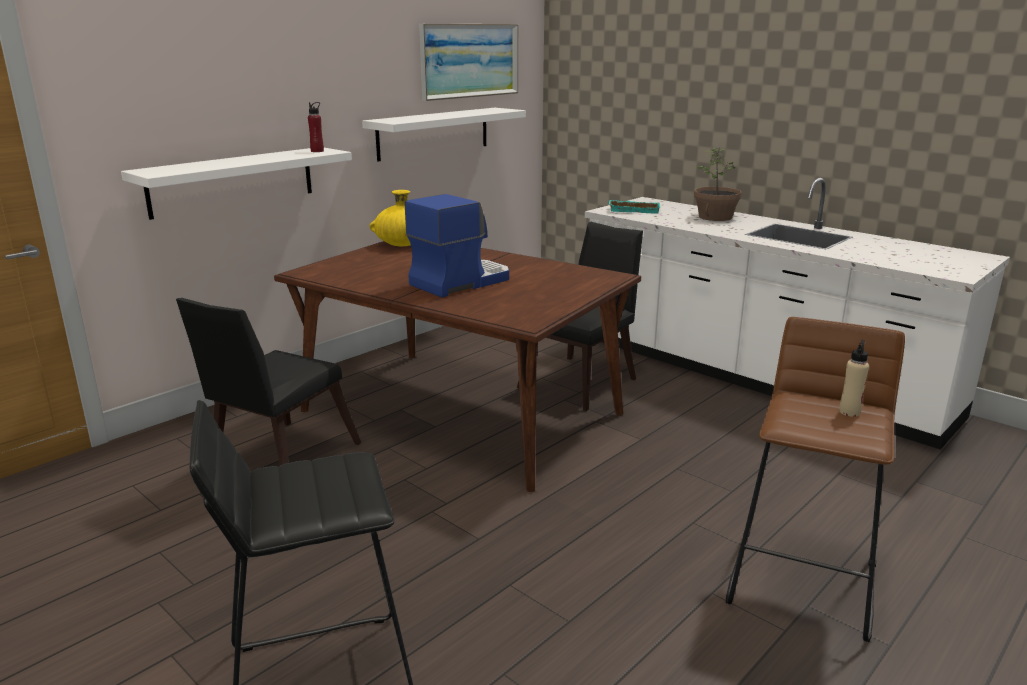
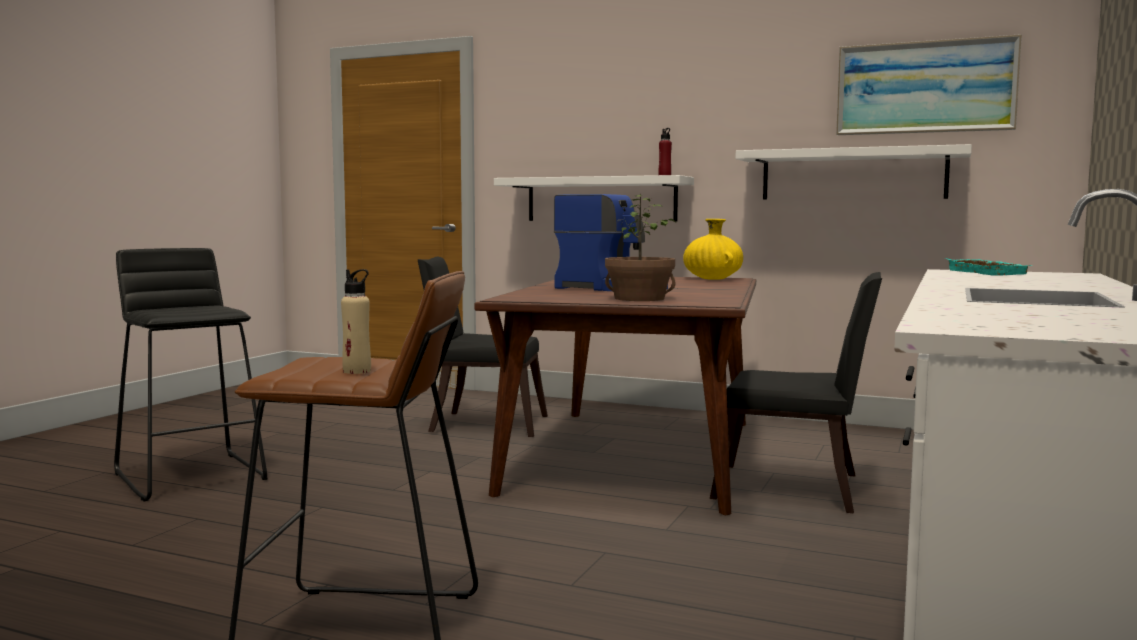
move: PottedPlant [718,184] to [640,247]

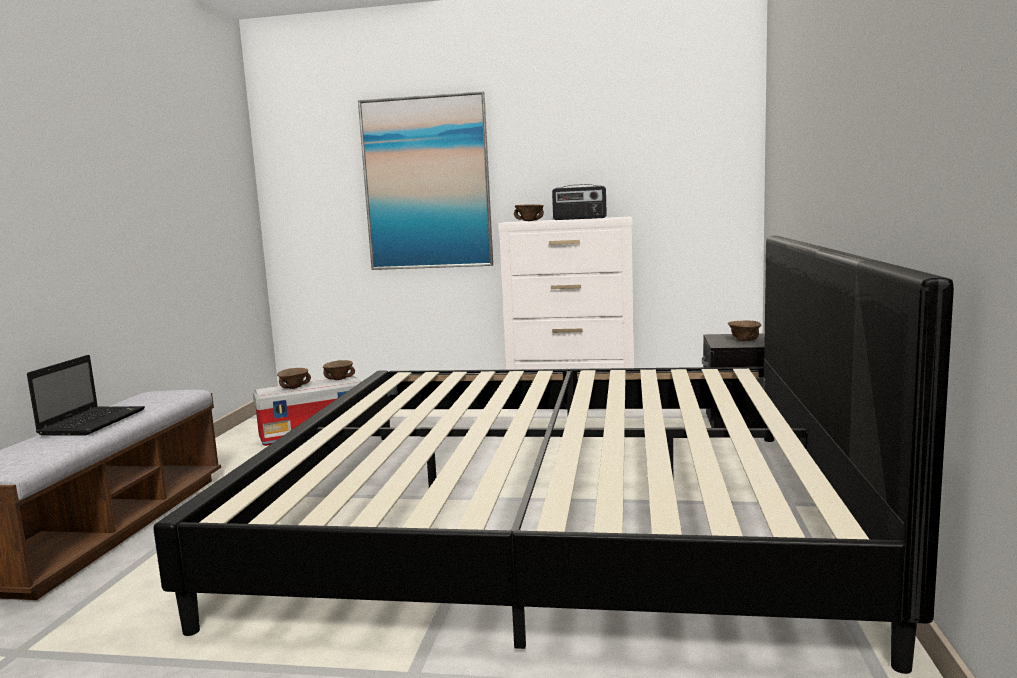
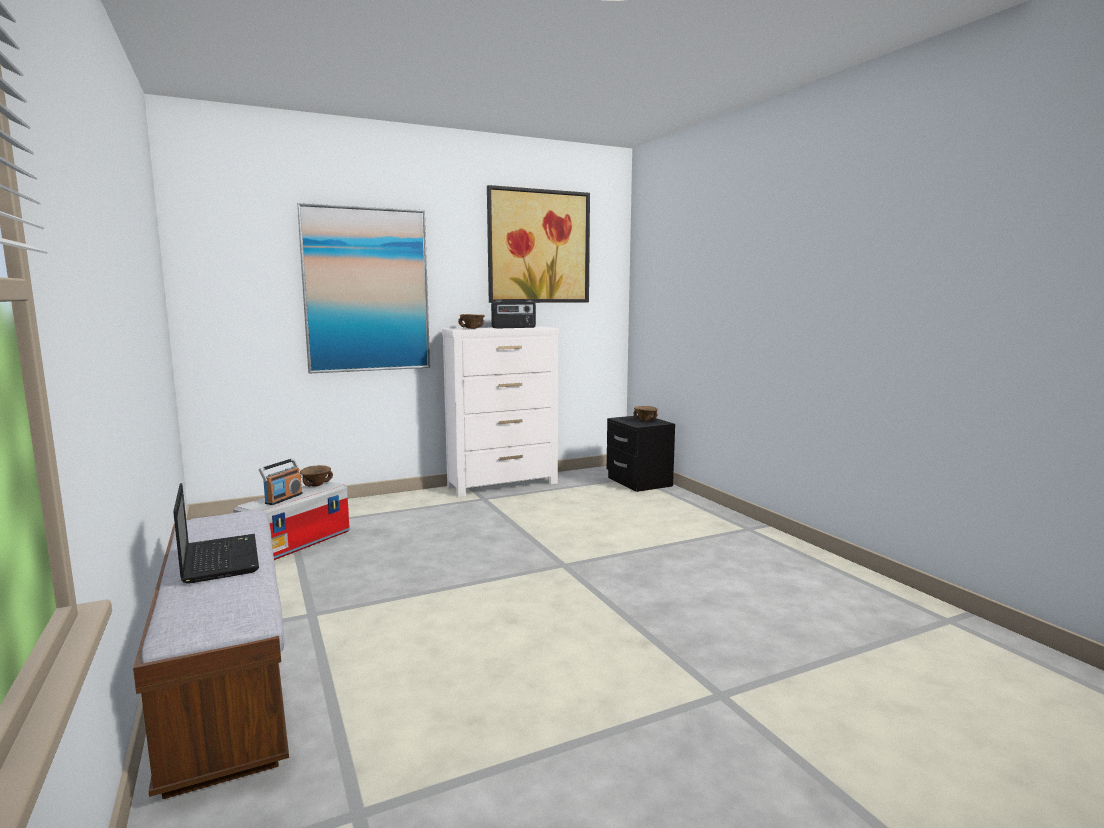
delete: SleepingBed [553,455]
insert: WallArt [538,244]
replace: BrownishDeepDish [294,378] to RadioSet [281,481]

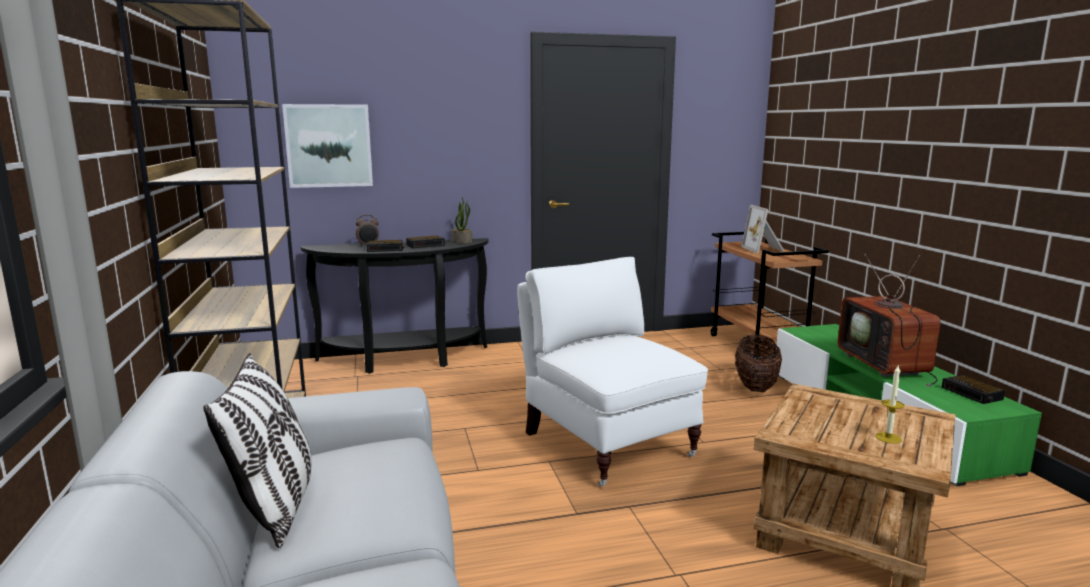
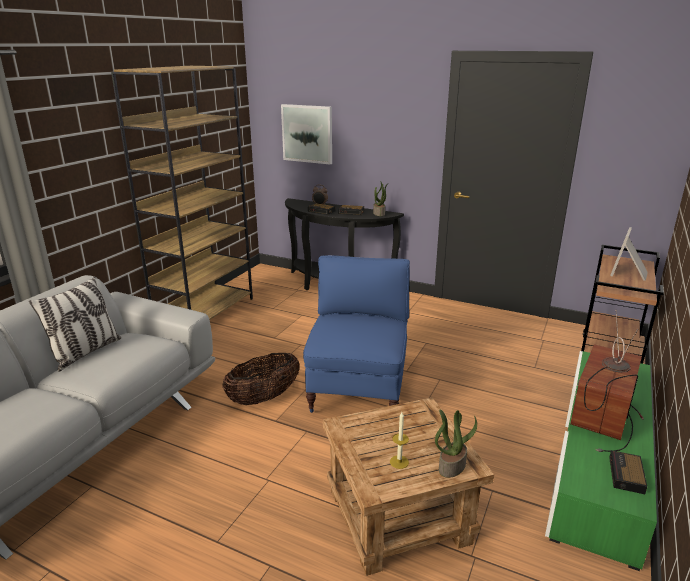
insert: PottedPlant [456,444]
move: StorageBasket [758,363] to [261,379]
recolor: WhitishArmchair [612,371] to BlueColouredArmchair [356,334]

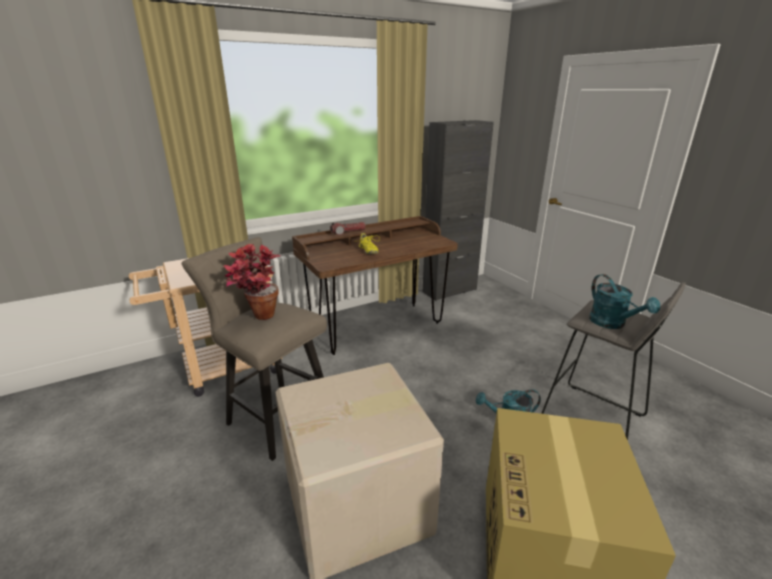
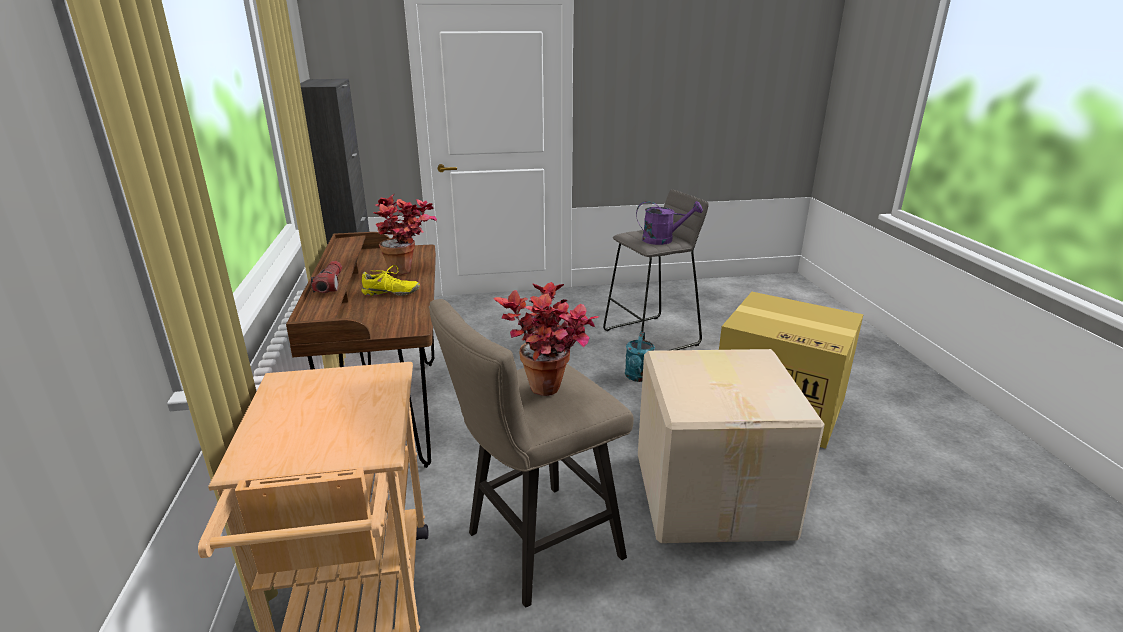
insert: PottedPlant [405,234]
recolor: TurquoiseSprinklingCan [624,301] to PurpleColouredSprinklingCan [669,223]

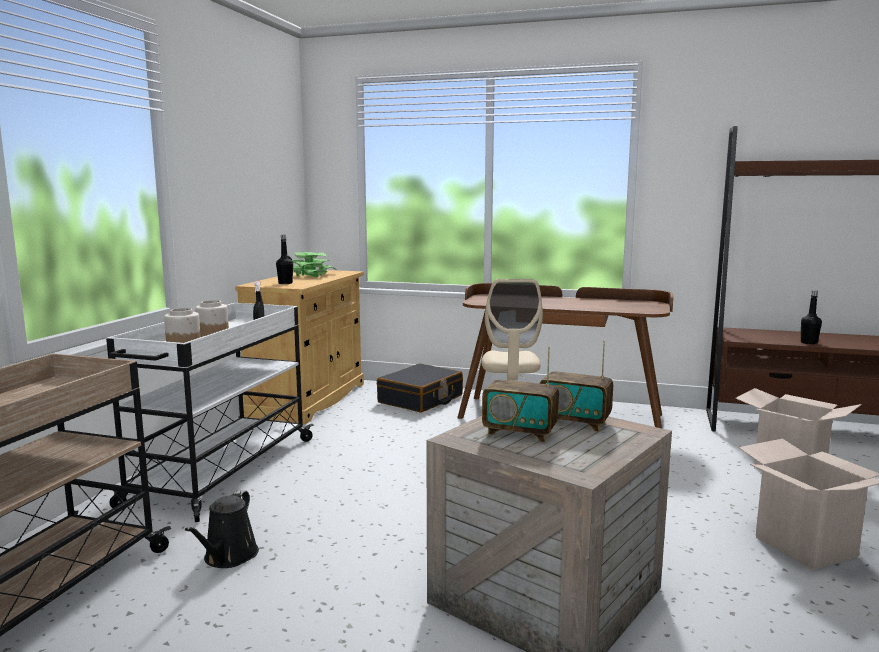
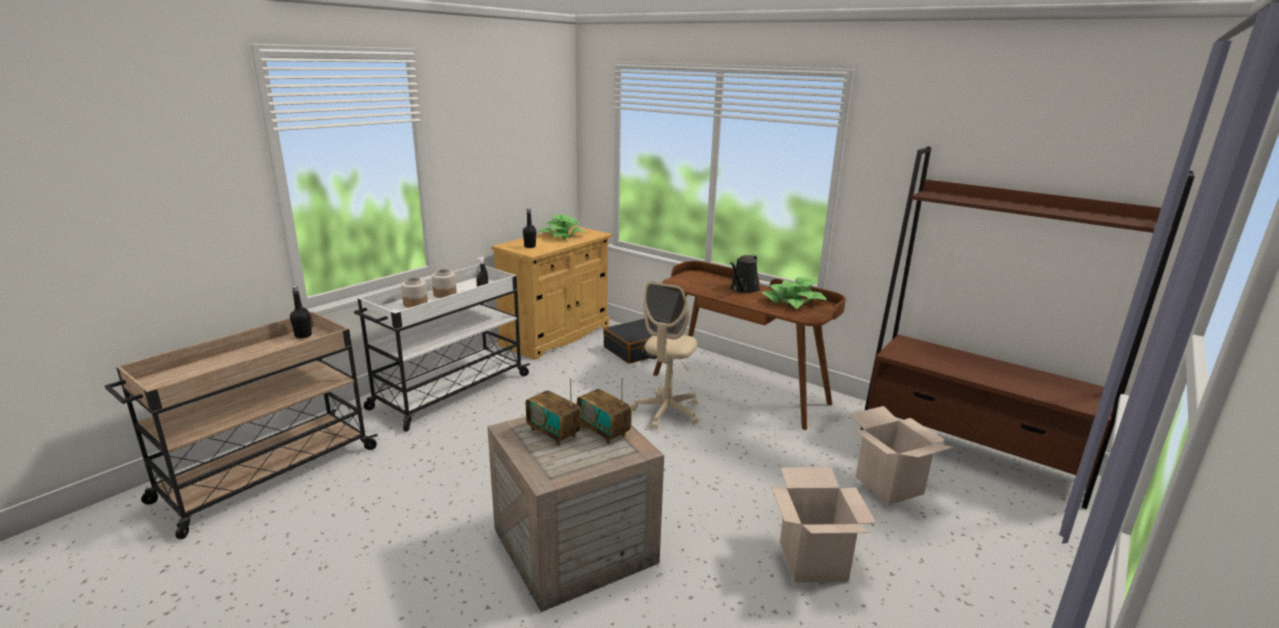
insert: PottedPlant [794,293]
move: BlackDrinkBottle [811,317] to [301,312]; BlackSprinklingCan [222,529] to [745,274]

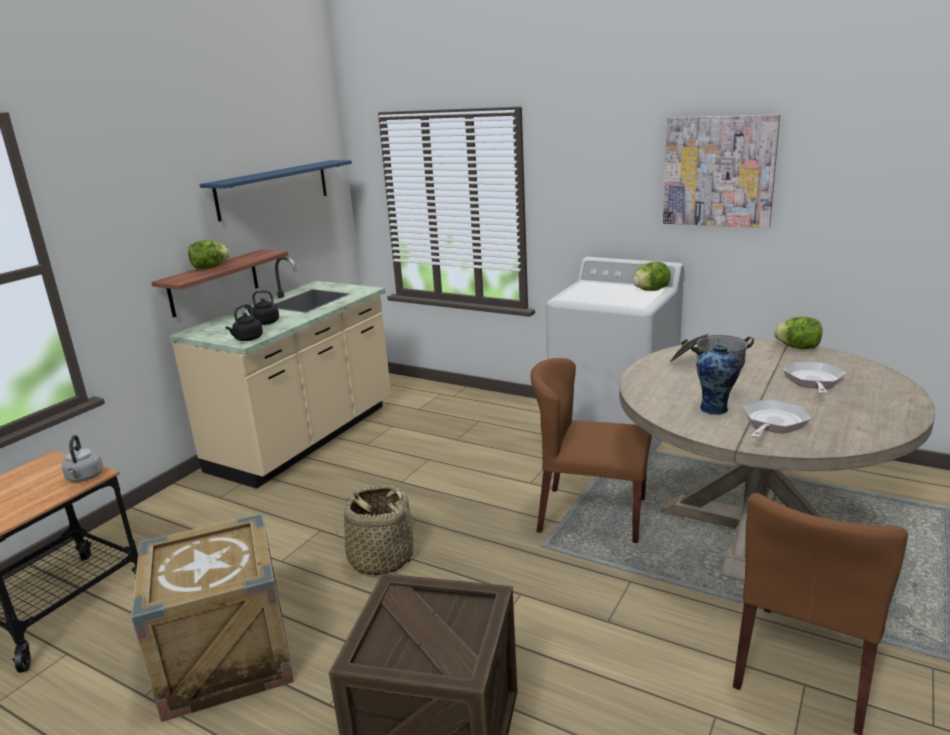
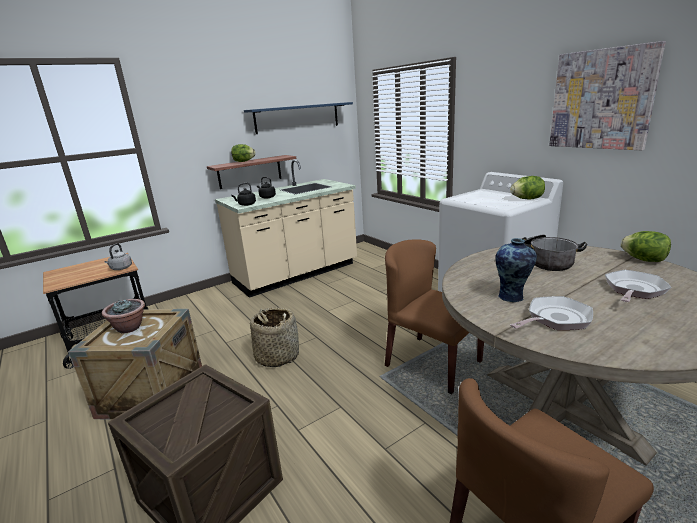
insert: PottedPlant [123,316]

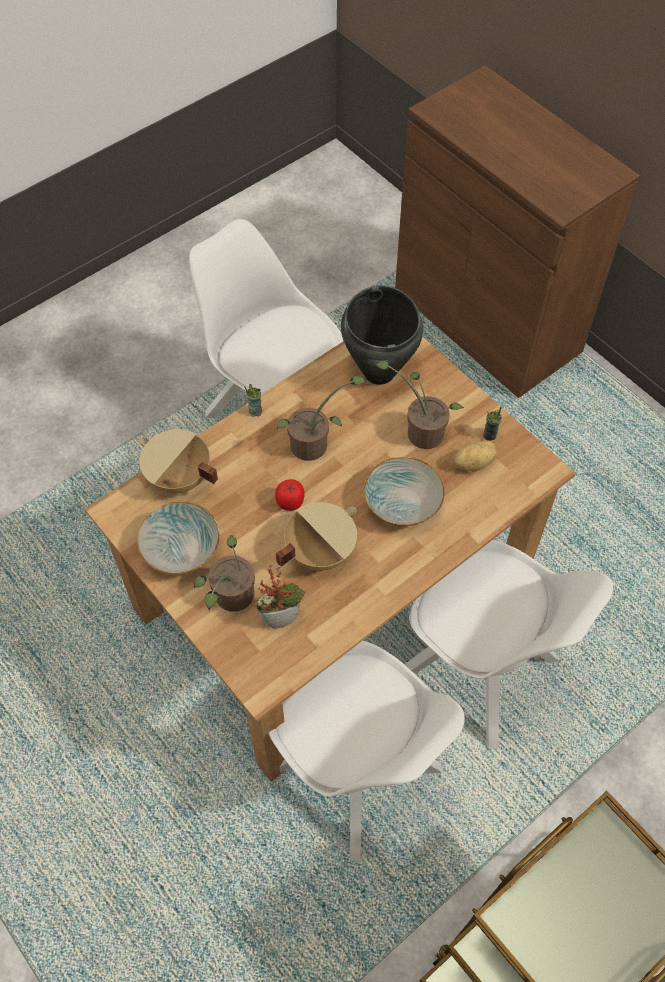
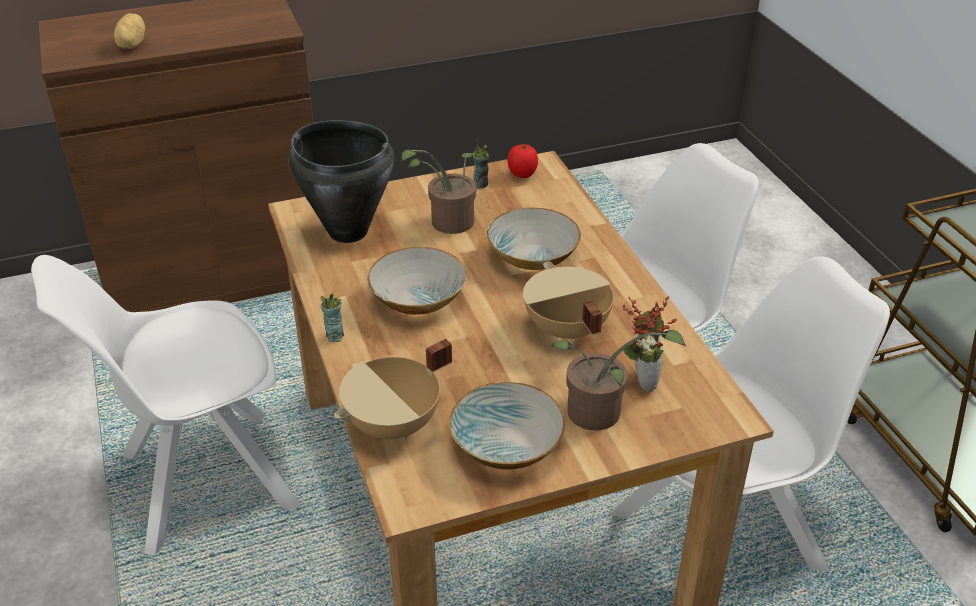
move: WholePotato [475,456] to [129,31]; FreshTomato [290,495] to [522,161]
replace: PottedPlant [322,418] to DeepDish [416,281]

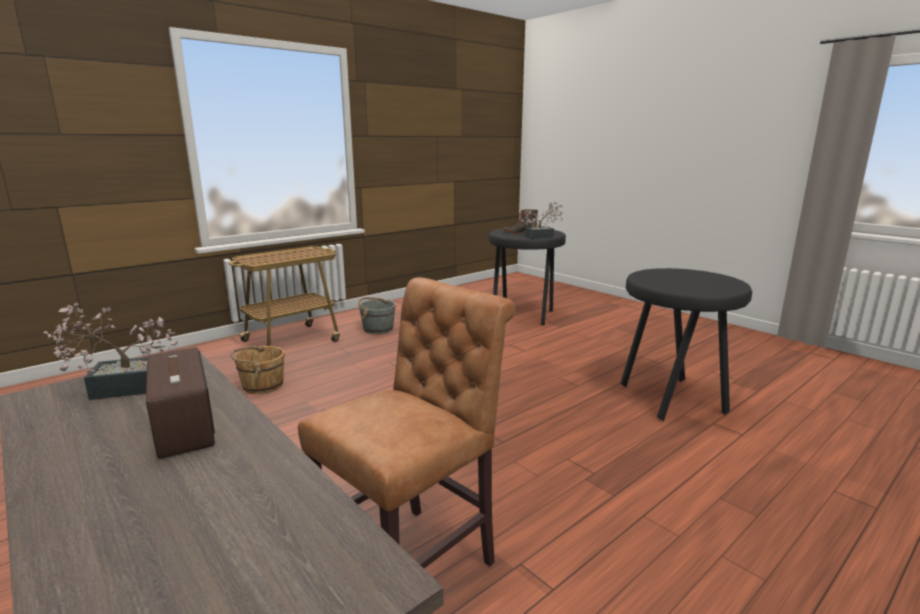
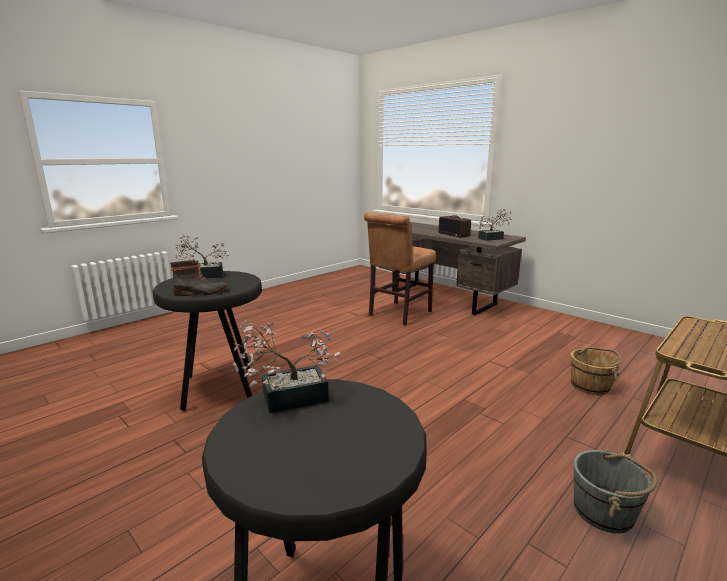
insert: PottedPlant [202,256]
move: TallBoot [520,221] to [198,278]

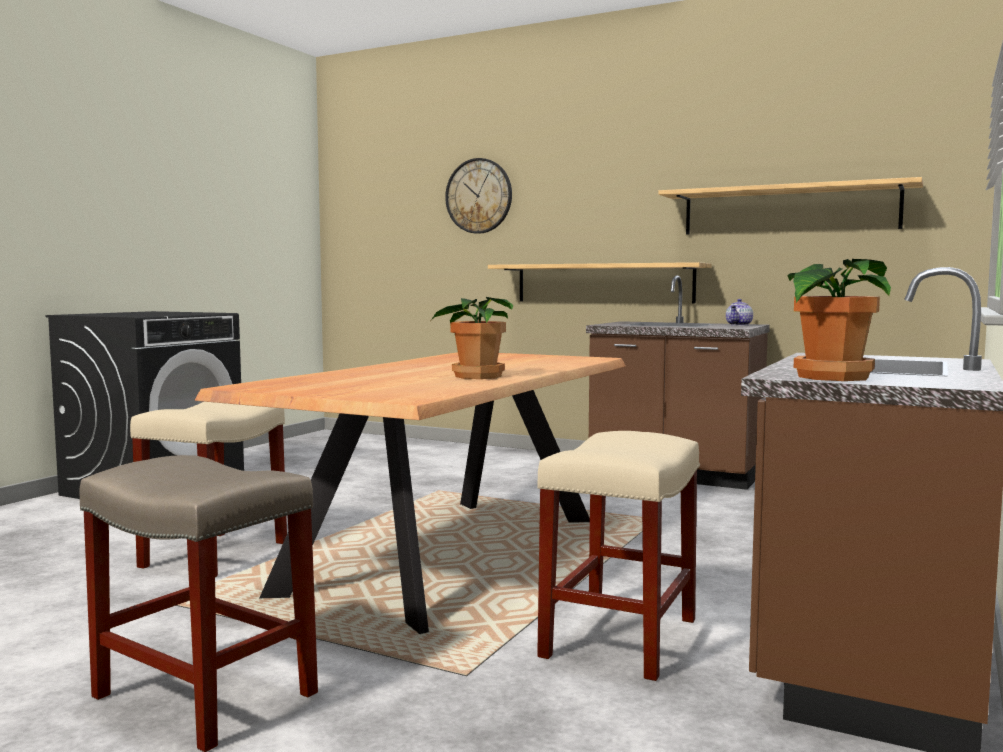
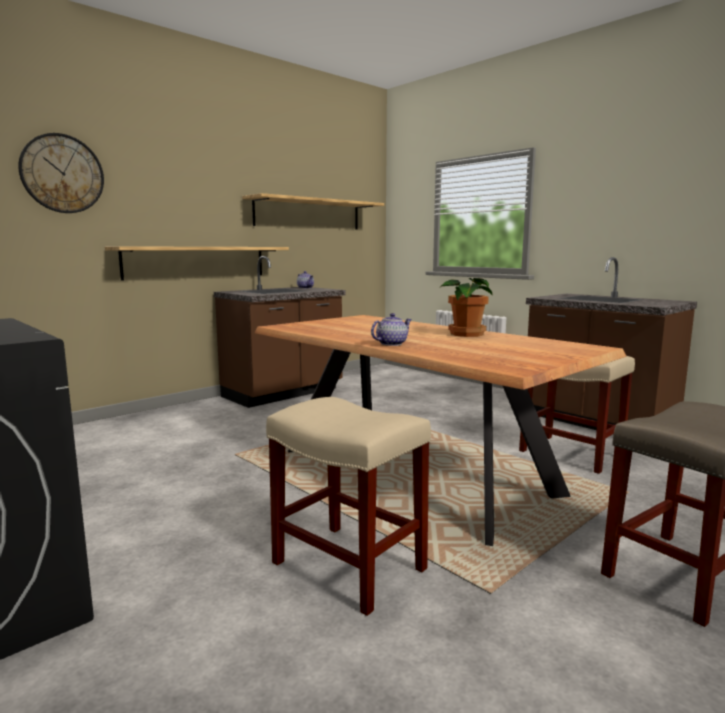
delete: PottedPlant [839,320]
insert: PotForTea [391,329]

